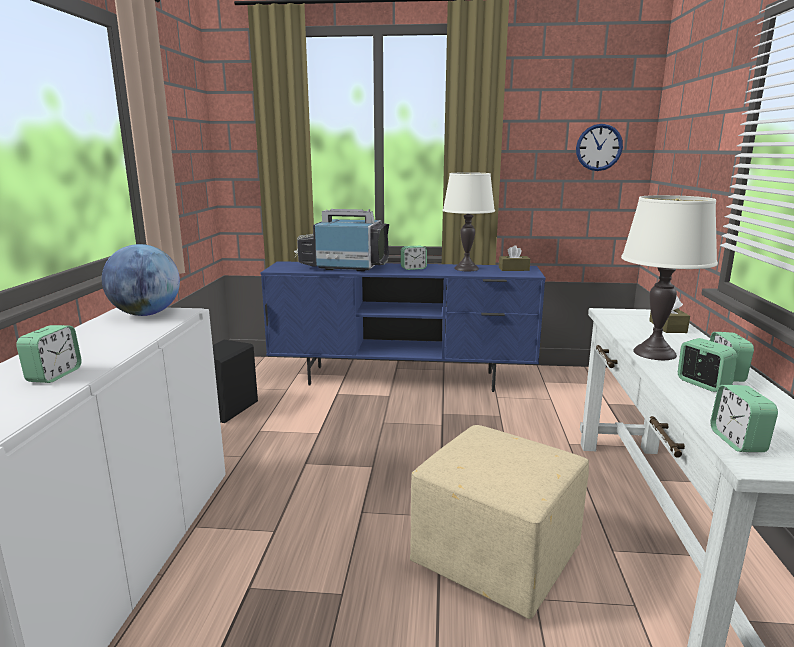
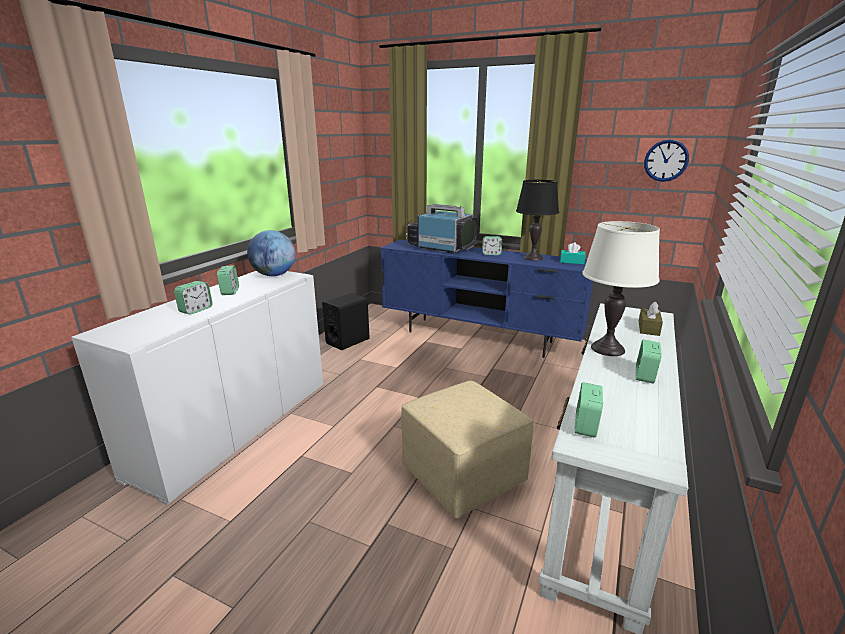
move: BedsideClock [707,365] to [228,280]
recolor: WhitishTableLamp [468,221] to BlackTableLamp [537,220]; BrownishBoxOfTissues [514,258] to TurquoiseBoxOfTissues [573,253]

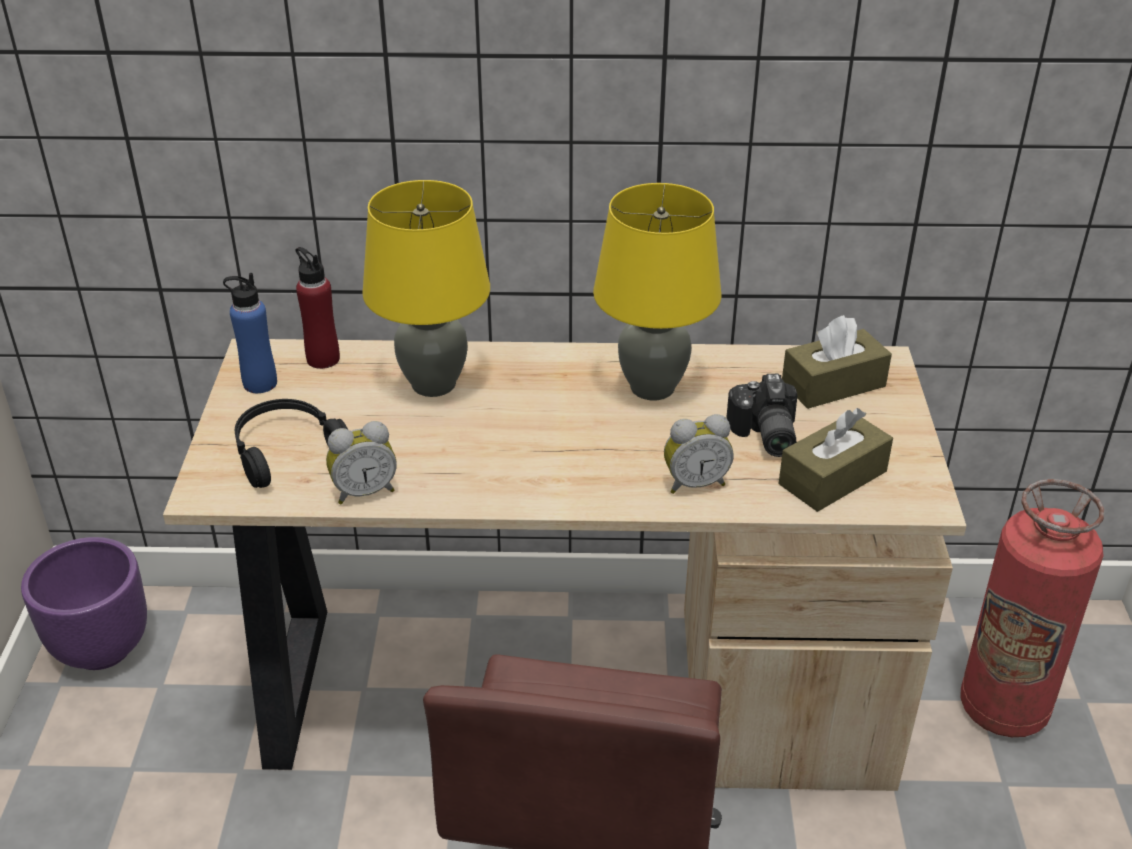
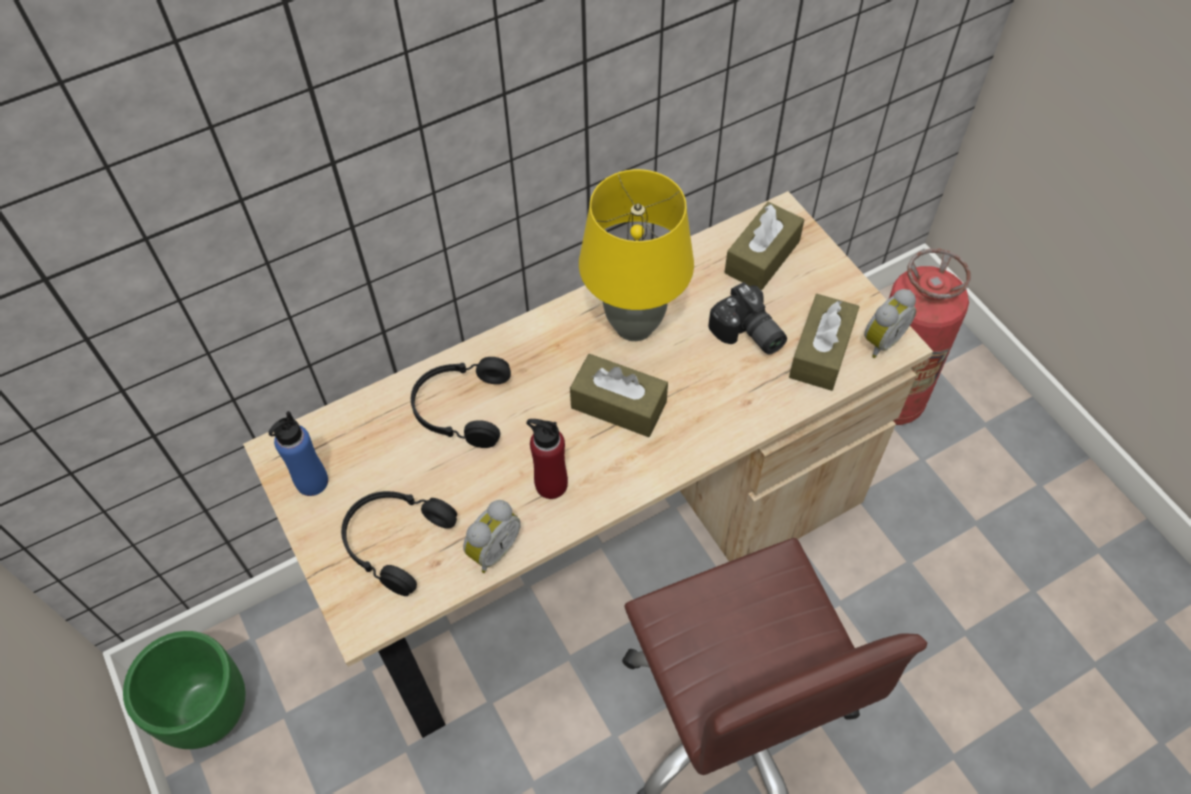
insert: BrownishBoxOfTissues [619,395]
move: RedDrinkBottle [318,308] to [547,459]; BedsideClock [699,454] to [890,323]
replace: YellowColouredTableLamp [426,288] to BlackHeadset [461,402]
recolor: PurpleColouredPlanter [84,603] to GreenishPlanter [184,690]

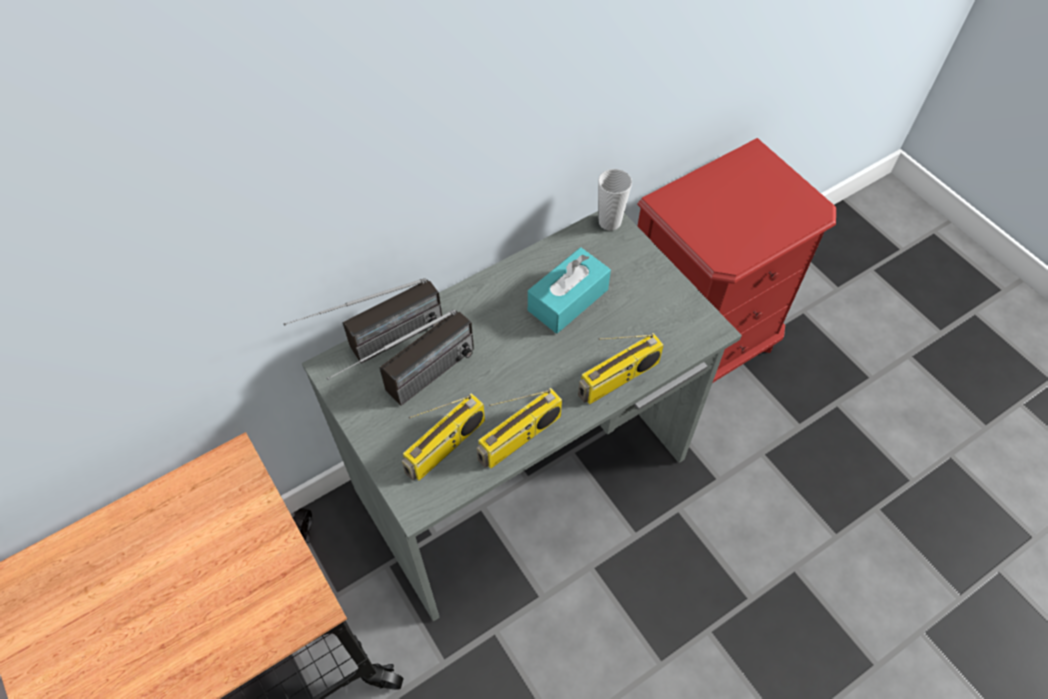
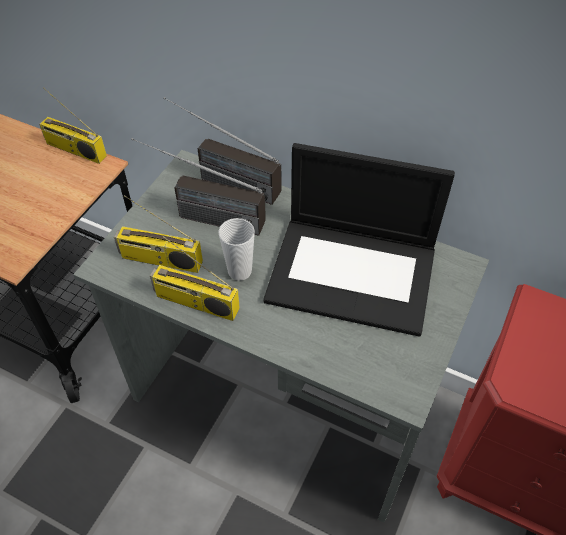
move: SmallCup [615,200] to [236,249]; RadioSet [621,369] to [73,125]
replace: TurquoiseBoxOfTissues [569,290] to NotebookComputer [359,240]

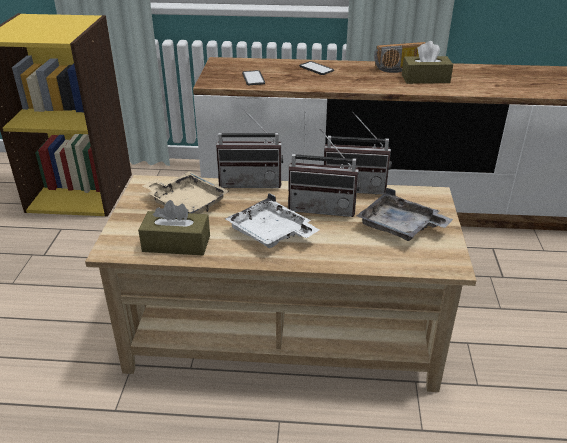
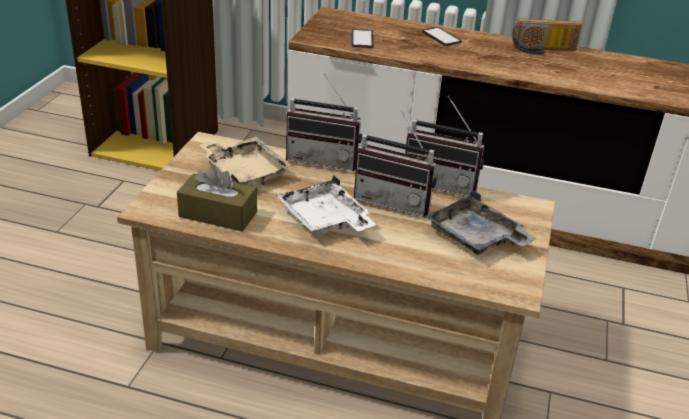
delete: BrownishBoxOfTissues [427,62]

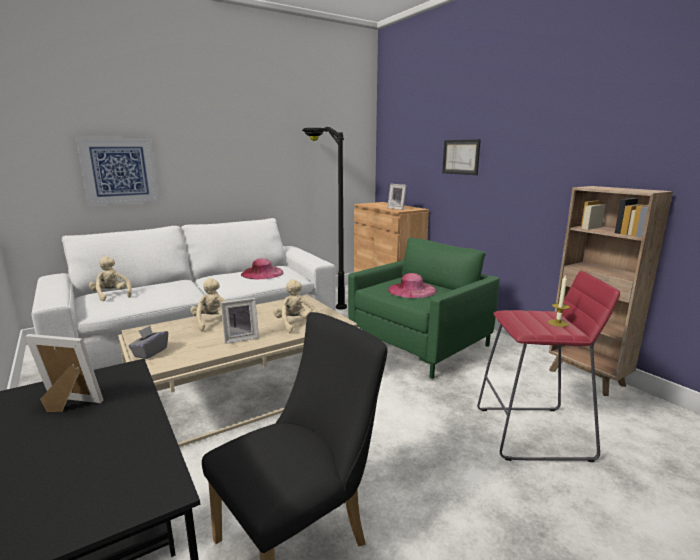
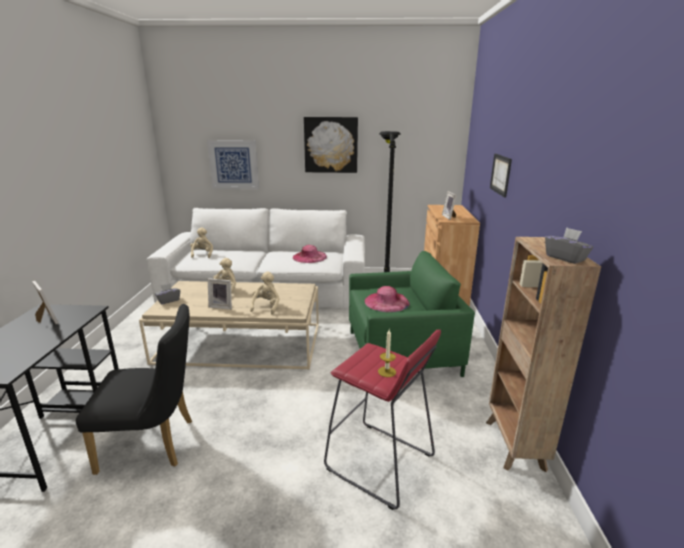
insert: WallArt [331,145]; GreyBoxOfTissues [569,245]

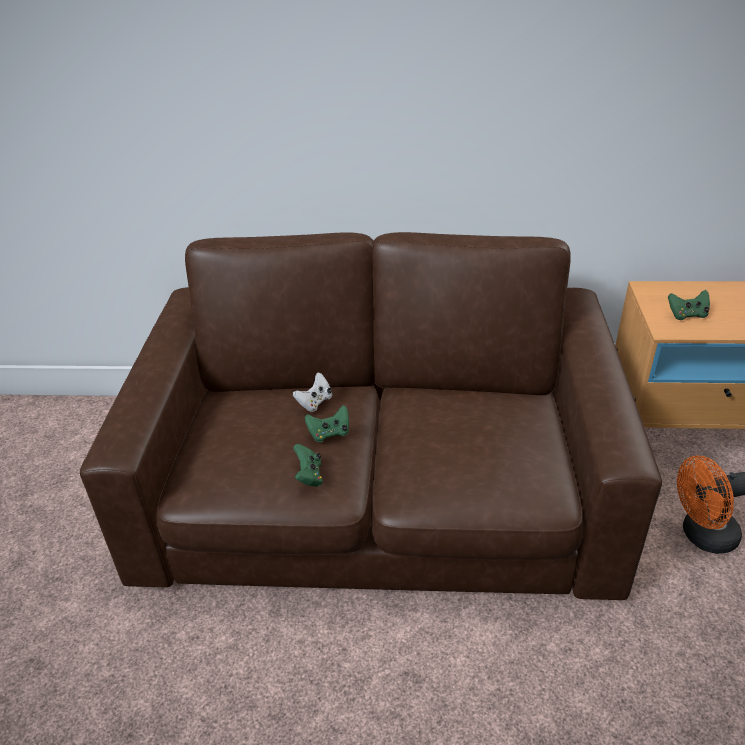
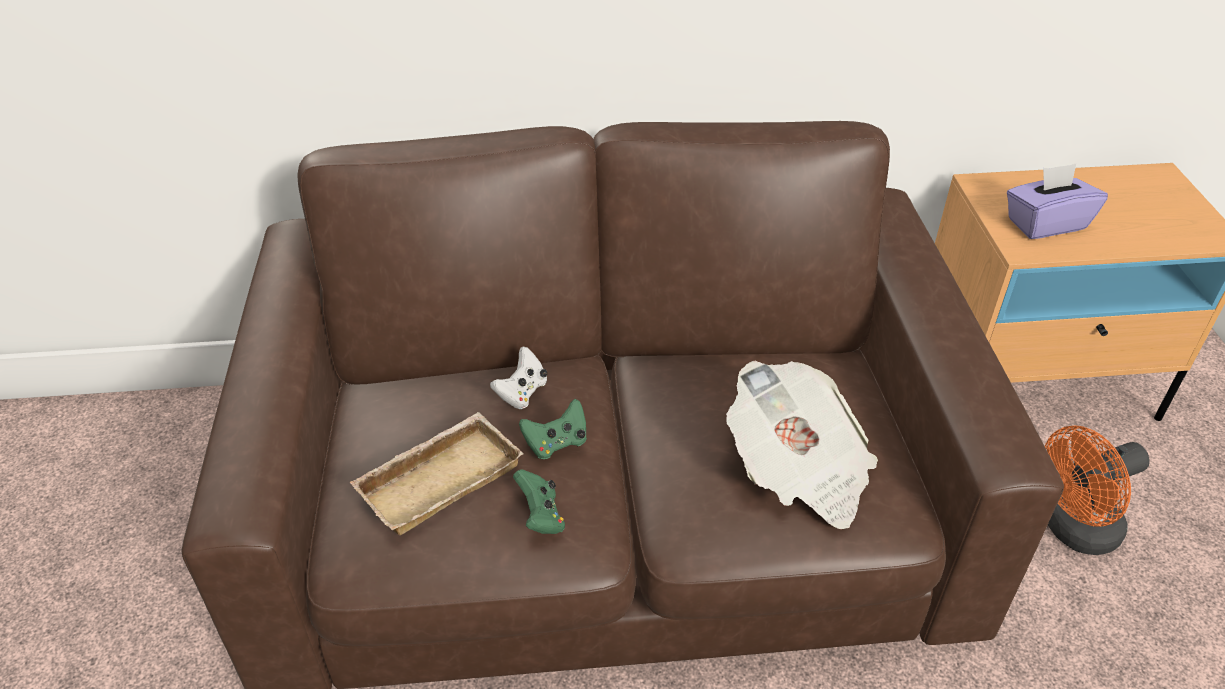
insert: PrintedPaper [802,445]; SandColouredTray [436,473]
replace: GreenishJoypad [689,305] to PurpleColouredBoxOfTissues [1057,201]

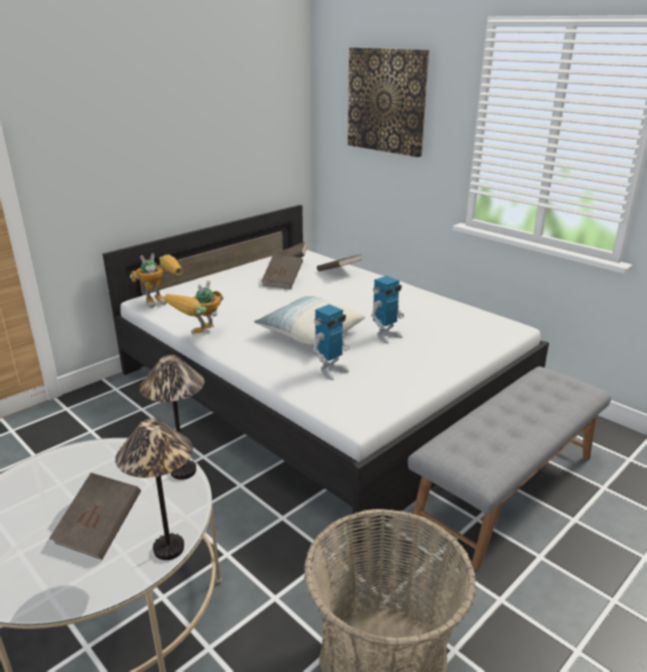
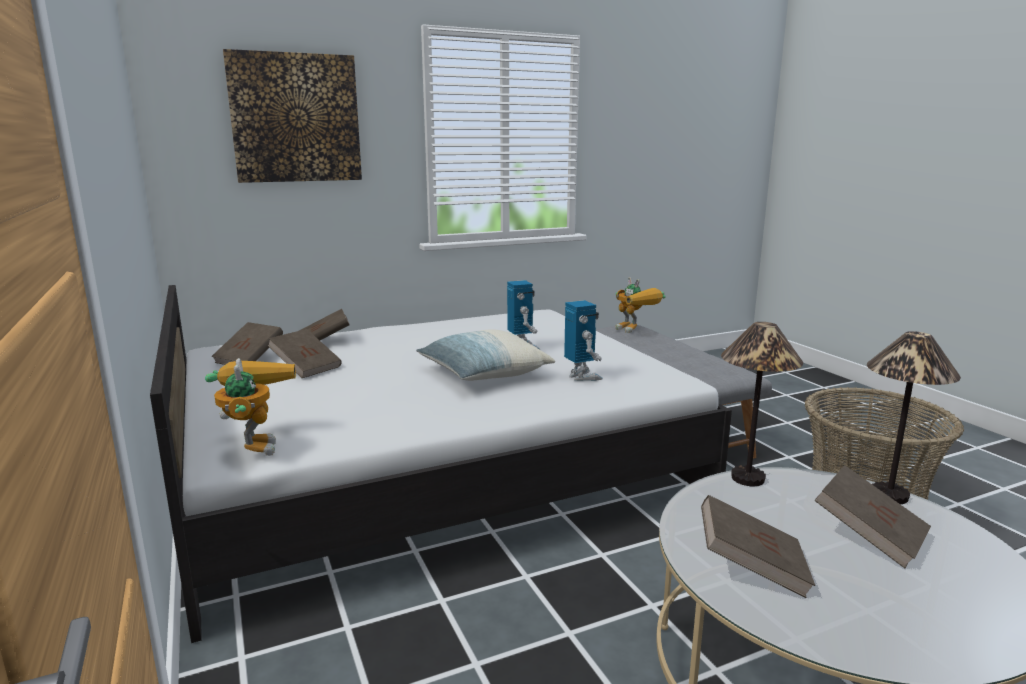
insert: BrownishVolume [758,546]
move: ModelRobot [193,307] to [640,305]

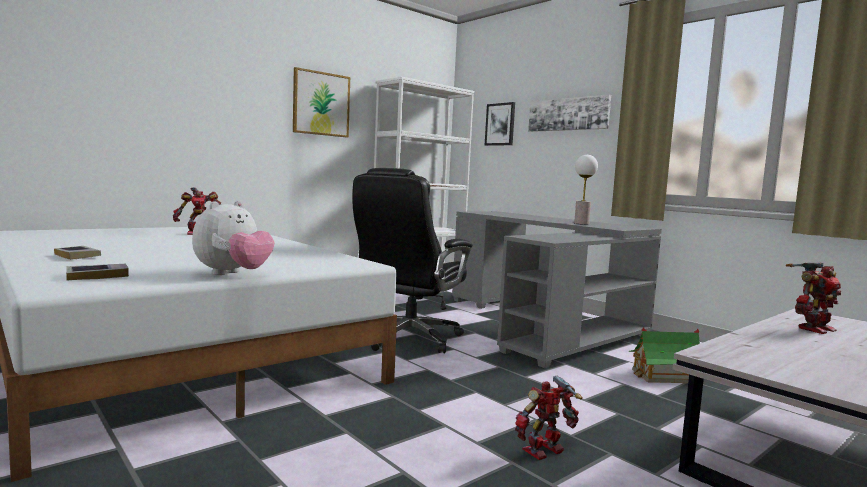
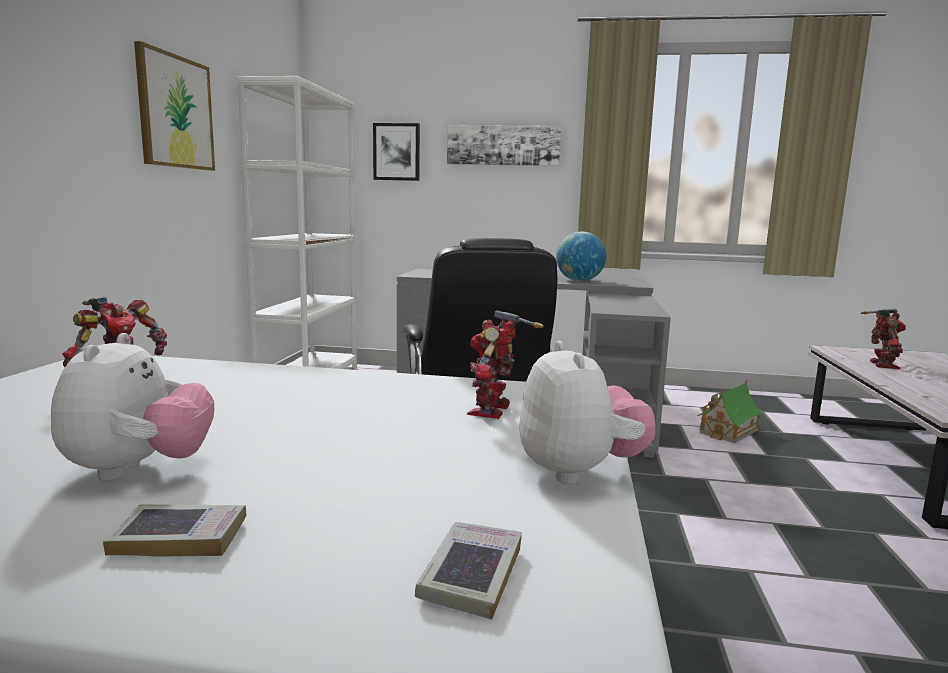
insert: PlushToy [132,407]
move: ModelRobot [549,418] to [505,364]
replace: TableLamp [586,189] to Globe [581,256]

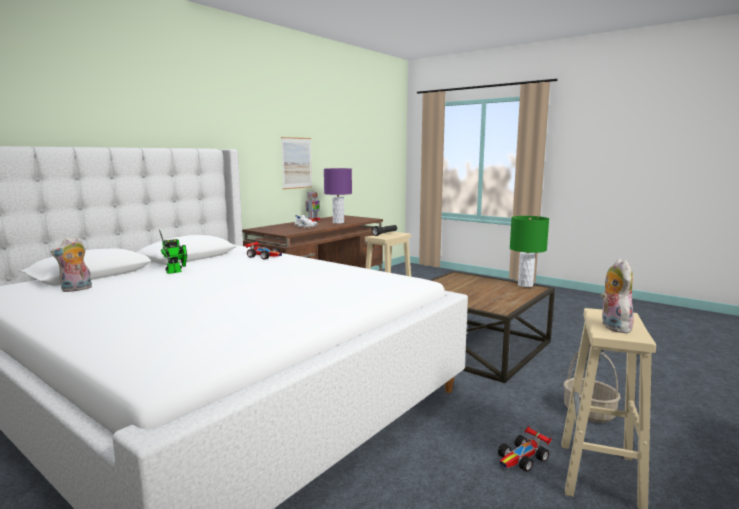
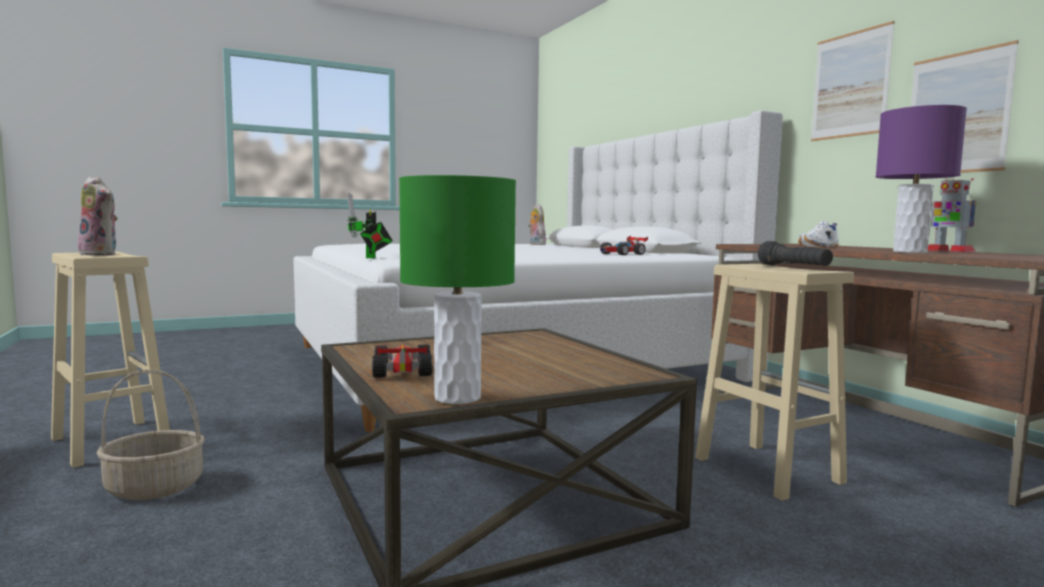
insert: WallArt [853,81]
move: ModelRobot [173,252] to [370,225]; ToyCar [525,449] to [402,361]

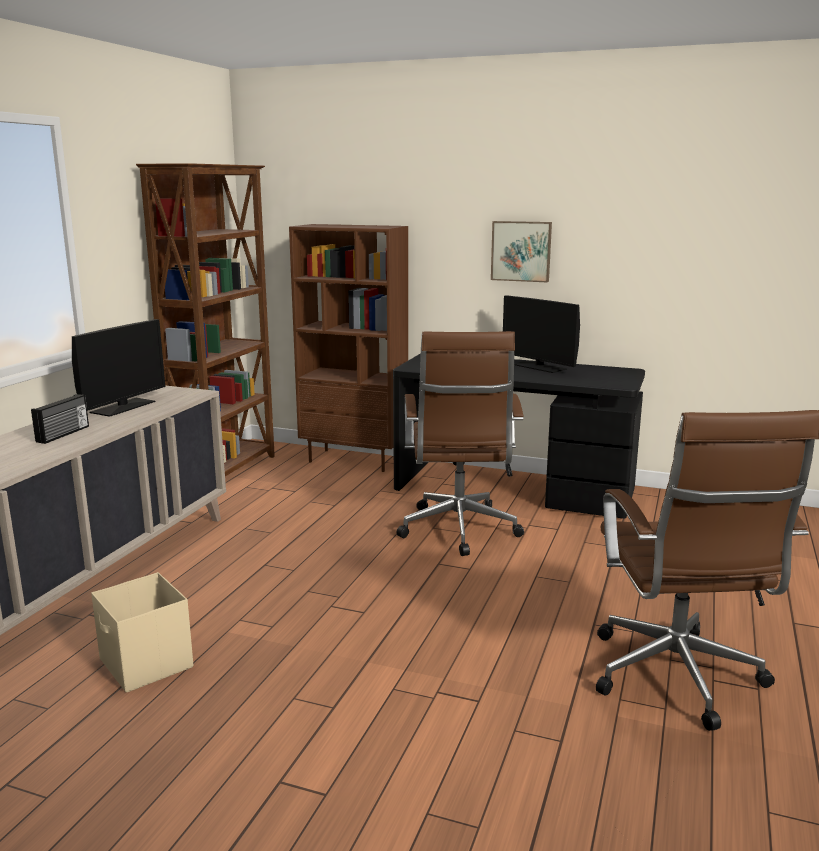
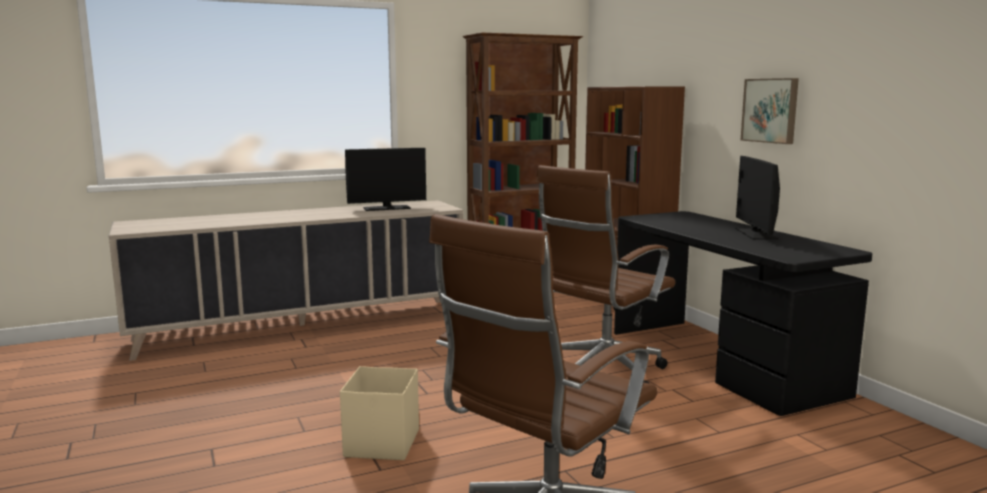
delete: RadioSet [60,419]
move: SandColouredStorageBin [142,632] to [379,413]

